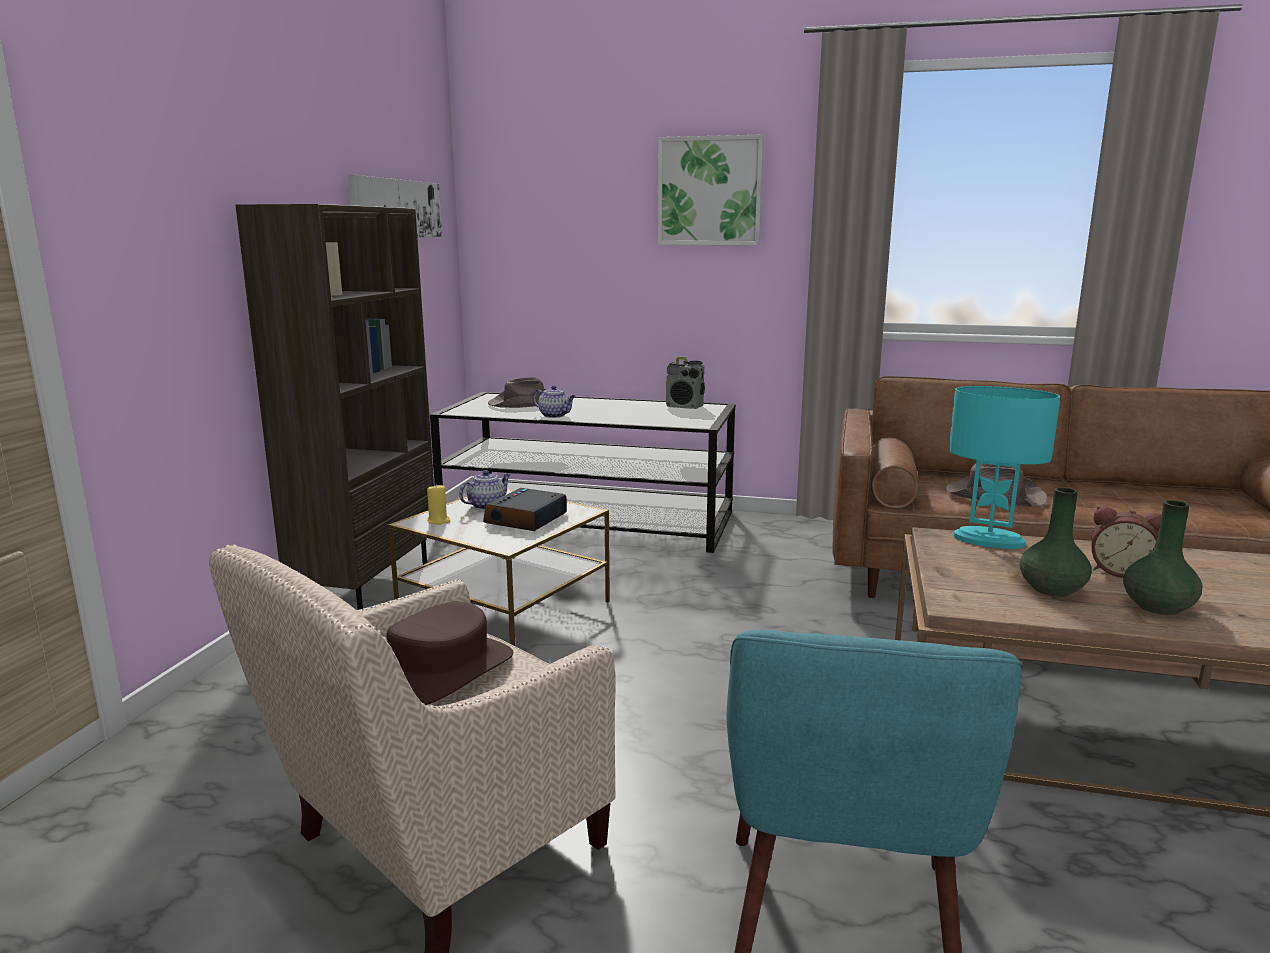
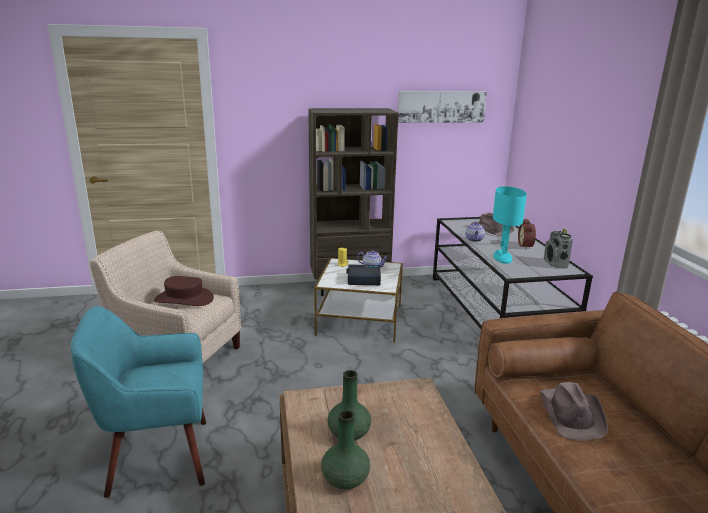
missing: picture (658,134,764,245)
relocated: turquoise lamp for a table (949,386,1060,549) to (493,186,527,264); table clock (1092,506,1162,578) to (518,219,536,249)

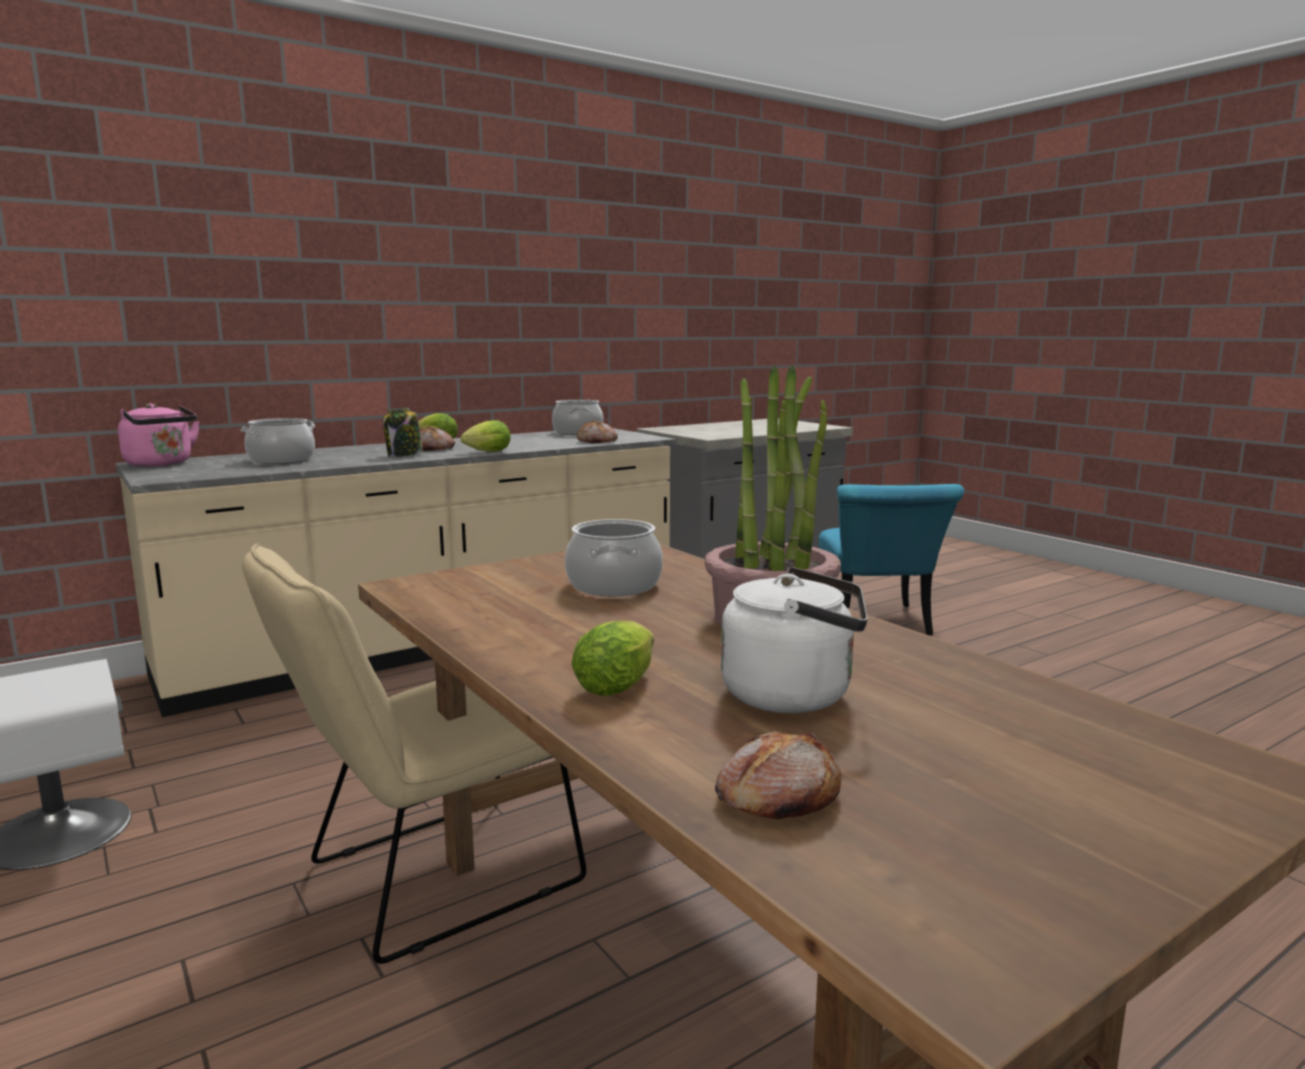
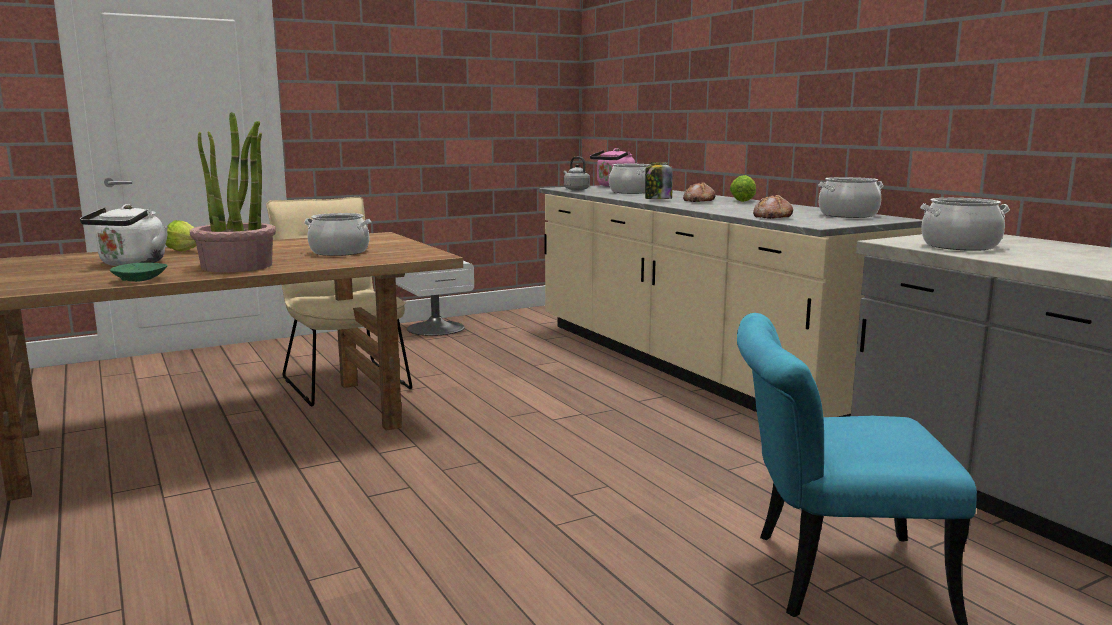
missing: lettuce head (461,420,510,452); bread (715,731,842,819)
appeared: greenish deep dish (110,263,168,282); gray kettle (563,157,590,190); saucepot (920,198,1010,251)

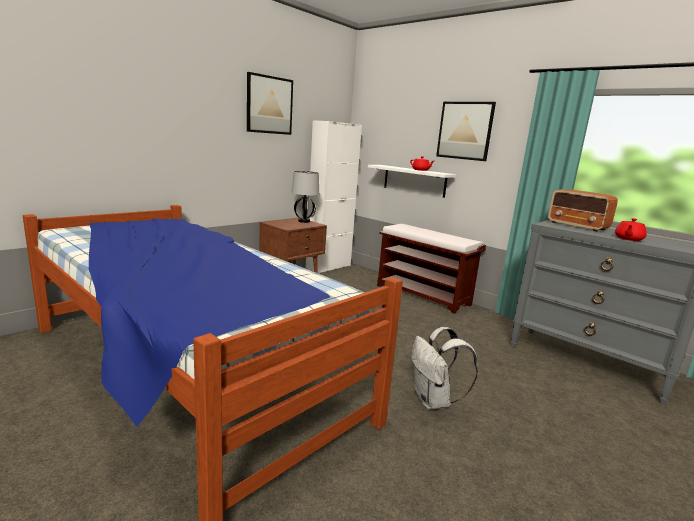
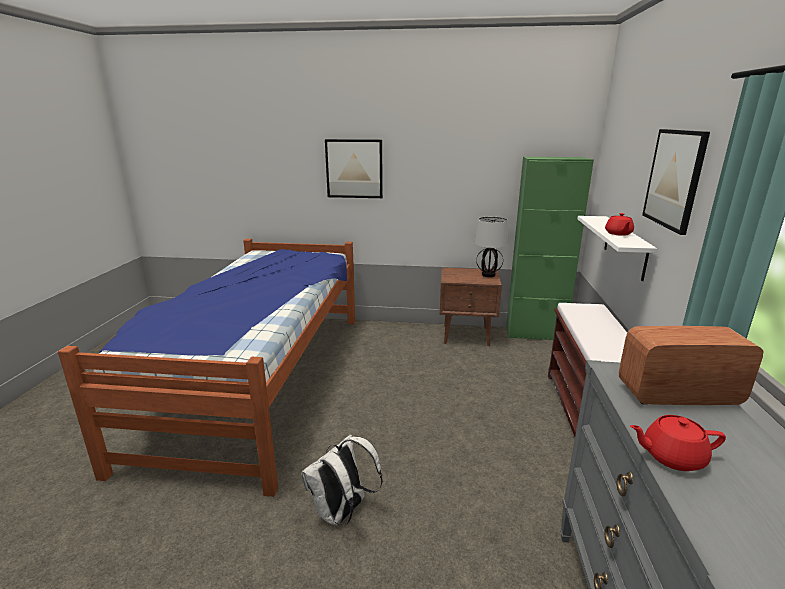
relocated: picture (247,72,293,135) to (325,139,383,198)
colour: whitish storage cabinet (306,120,362,274) to greenish storage cabinet (506,157,594,340)
spun: radio (548,189,618,232) = (619,326,763,405) 75 degrees clockwise

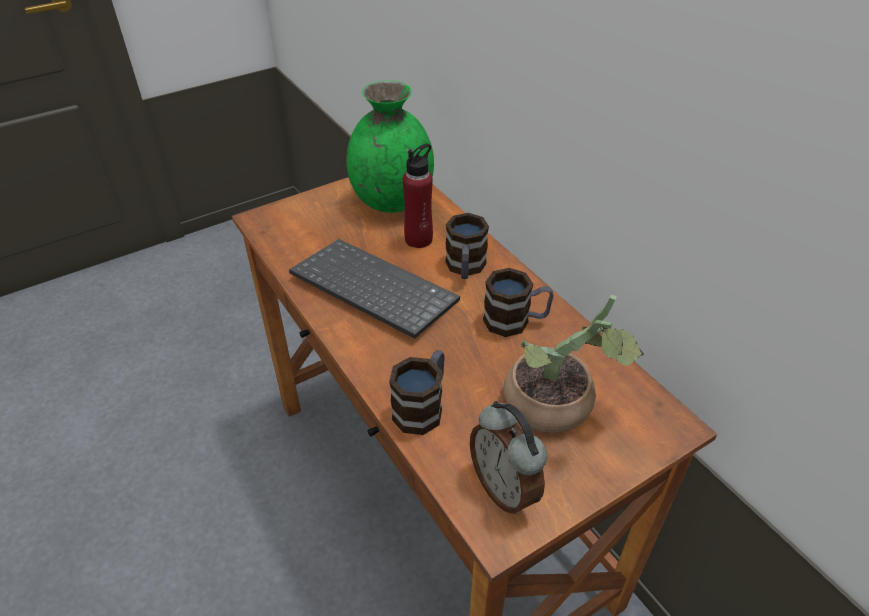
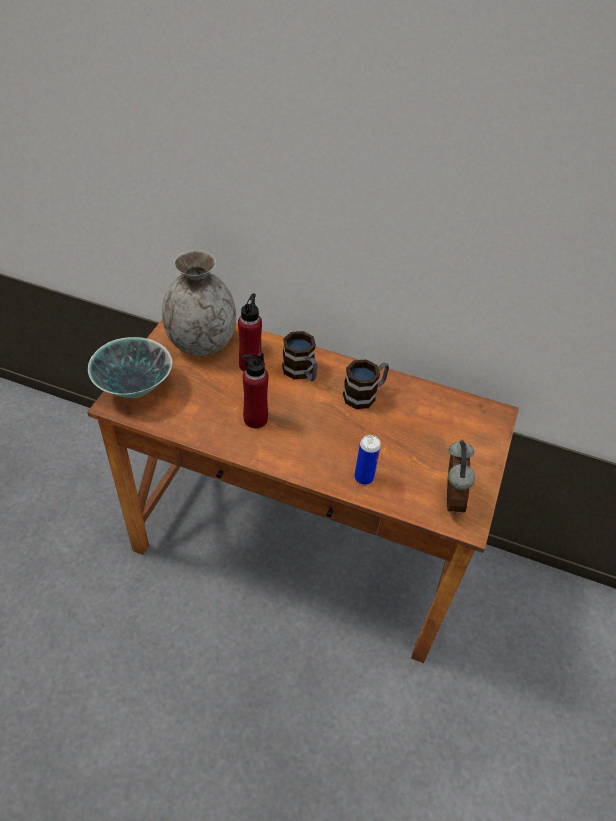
missing: houseplant (504,295,644,433)
appeared: deep dish (88,337,173,398)
exchanged: keyboard (289,239,460,339) to red-coloured drink bottle (241,353,269,428); coffee mug (389,350,445,435) to can (354,435,381,485)
colour: greenish flower vase (346,80,434,213) to gray flower vase (162,250,236,356)
spun: table clock (470,401,547,515) = (447,440,475,515) 105 degrees counterclockwise

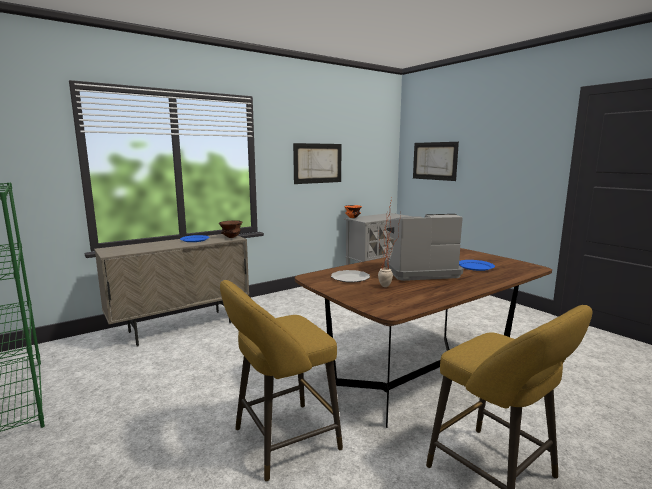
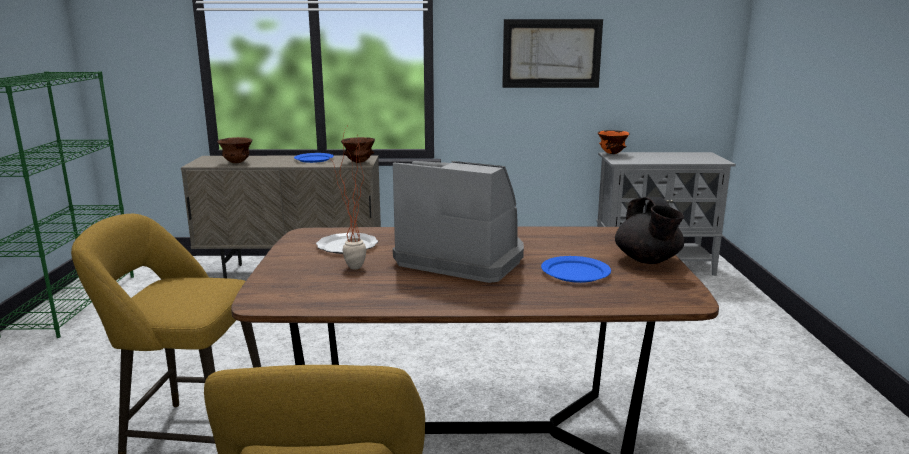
missing: picture (413,142,459,181)
appeared: brown-coloured deep dish (217,137,252,163); black teapot (615,197,684,264)

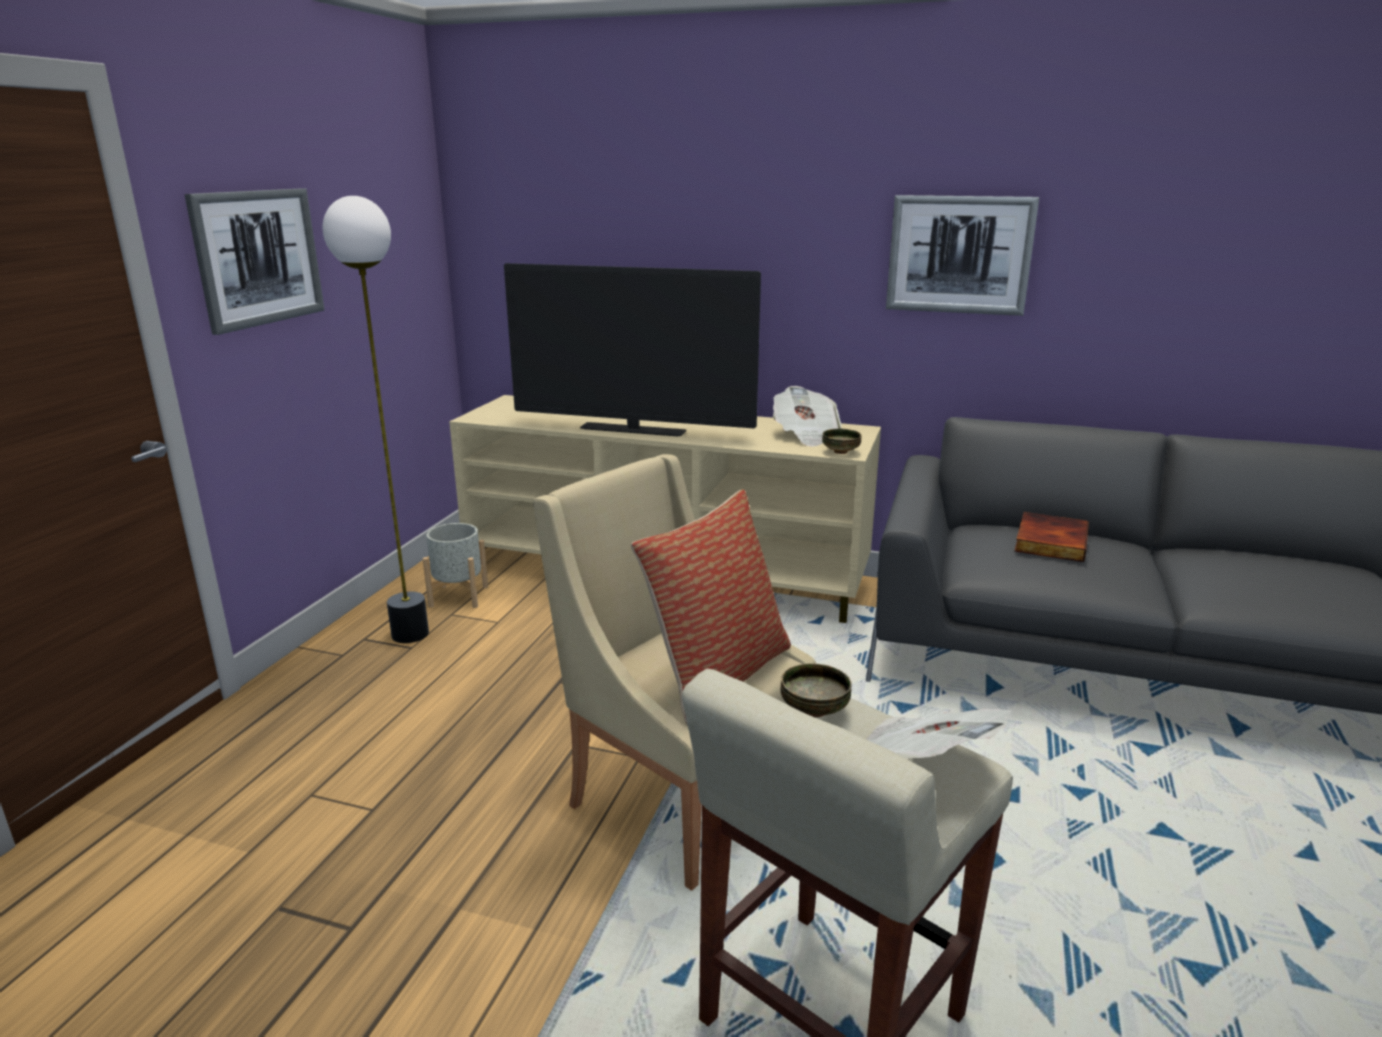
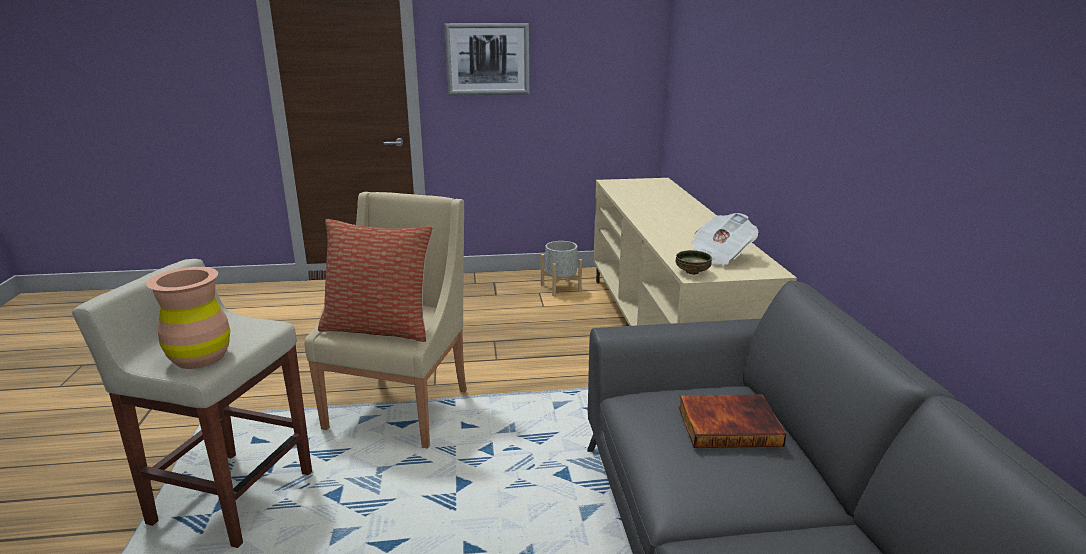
missing: standing lamp (322,196,429,643); television (504,263,761,436); deep dish (781,663,852,717); picture (886,195,1039,316)
exchanged: daily paper (866,709,1013,759) to brown-coloured flower vase (146,267,230,369)

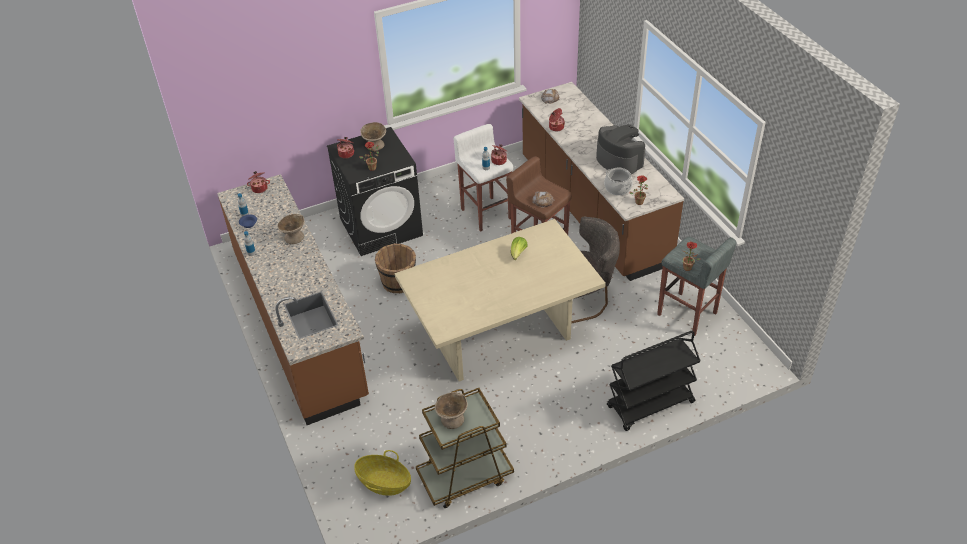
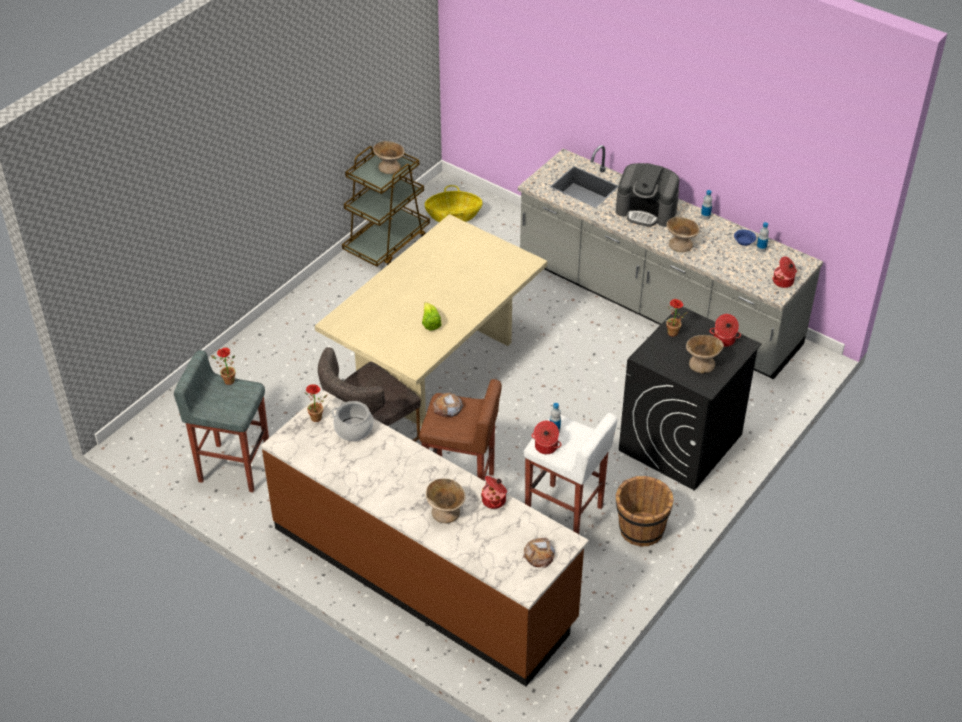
missing: black trolley (607,331,701,431)
appeared: beige-coloured deep dish (426,479,466,523)
relocated: brown-coloured water bucket (375,244,416,293) to (616,476,674,547); coffee brewer (596,124,645,175) to (616,163,679,227)
colour: brown-coloured kitchen counter (217,174,369,425) to gray kitchen counter (518,145,823,379)

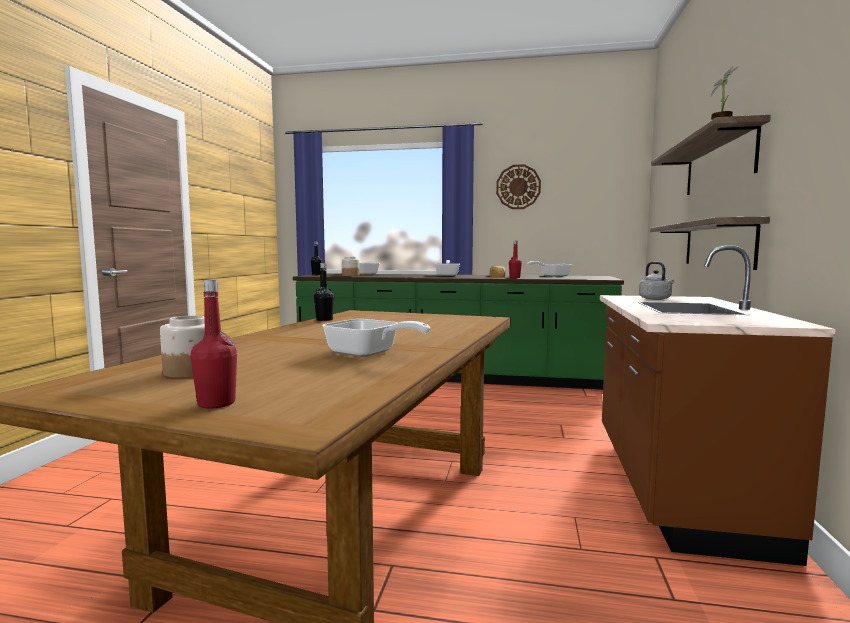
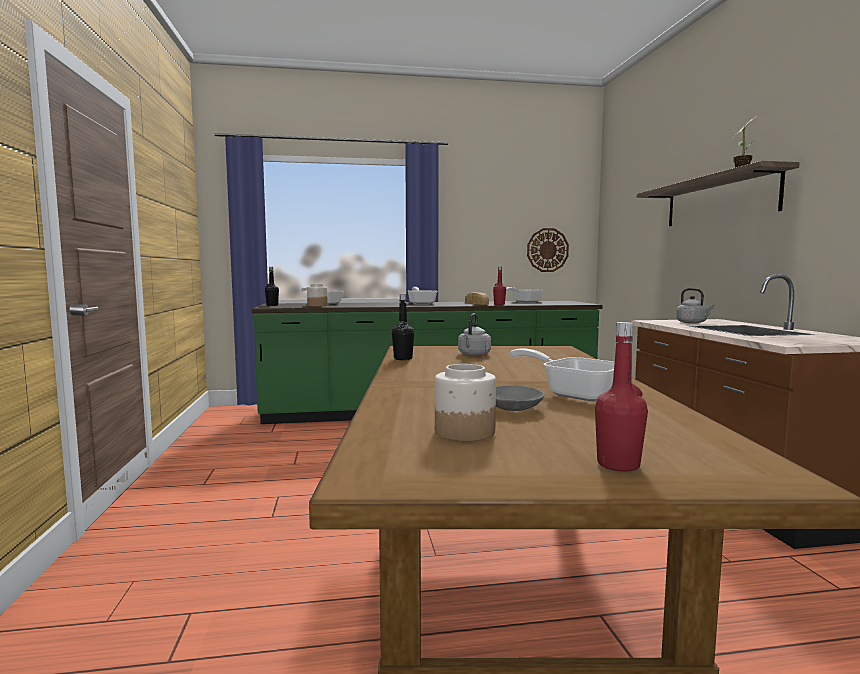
missing: wall shelf (650,217,770,270)
appeared: gray kettle (458,313,491,356); gray deep dish (496,385,545,411)
relocated: hanging clock (496,164,541,209) to (527,228,569,272)
spun: pan (322,319,430,357) = (510,348,615,401) 150 degrees counterclockwise

